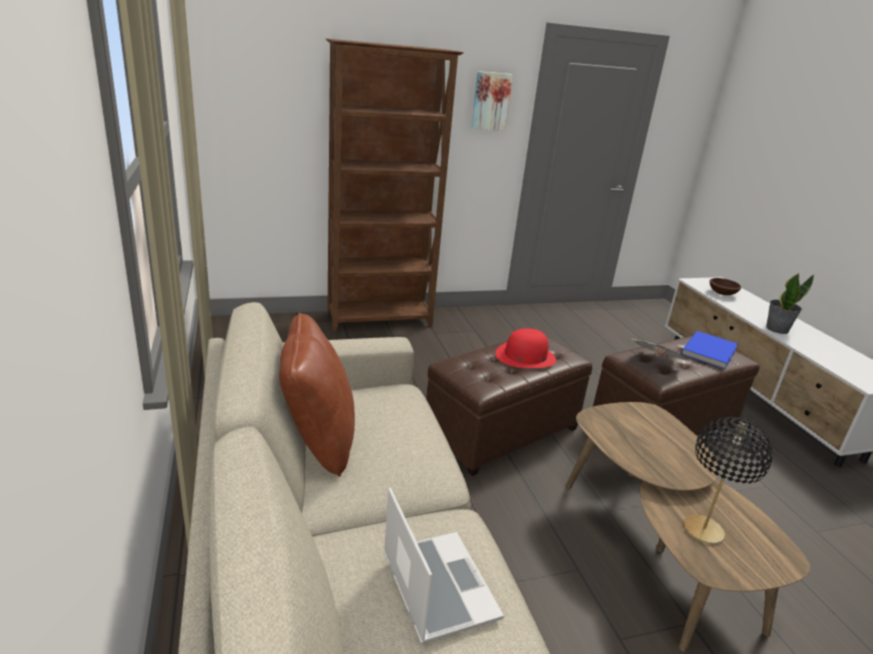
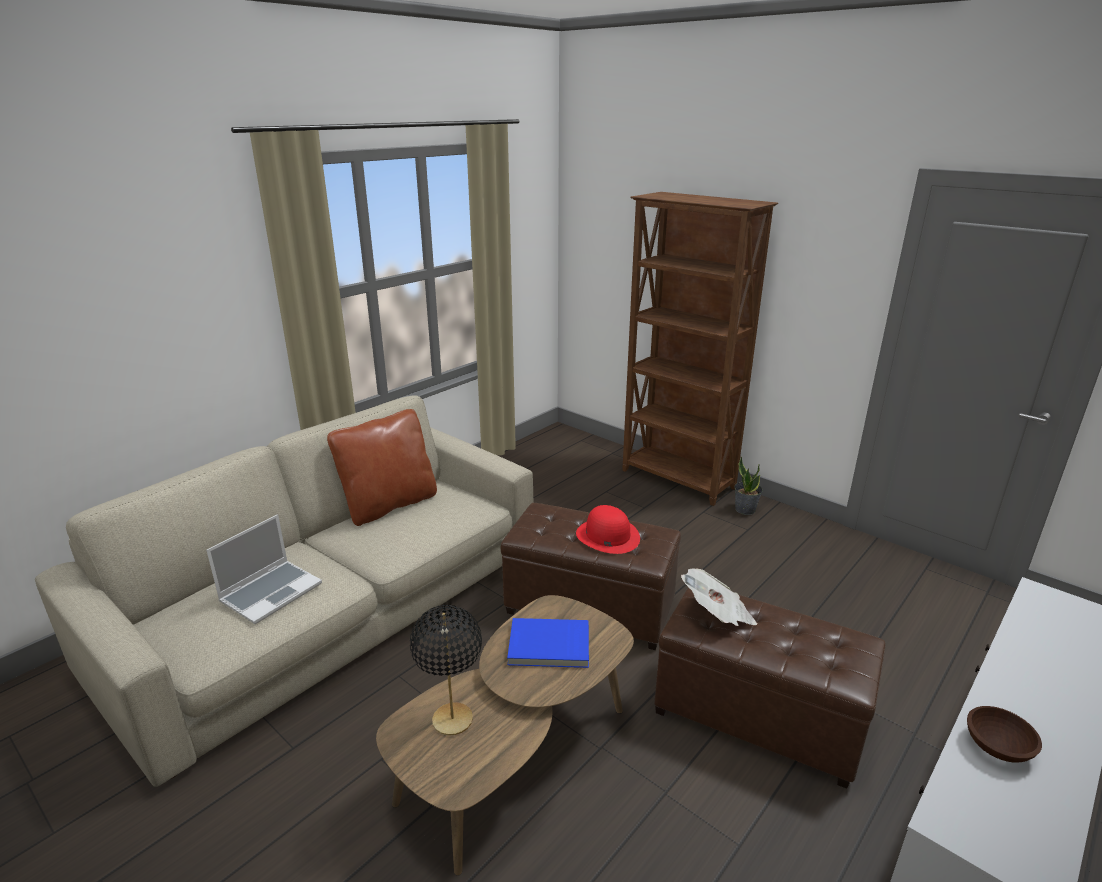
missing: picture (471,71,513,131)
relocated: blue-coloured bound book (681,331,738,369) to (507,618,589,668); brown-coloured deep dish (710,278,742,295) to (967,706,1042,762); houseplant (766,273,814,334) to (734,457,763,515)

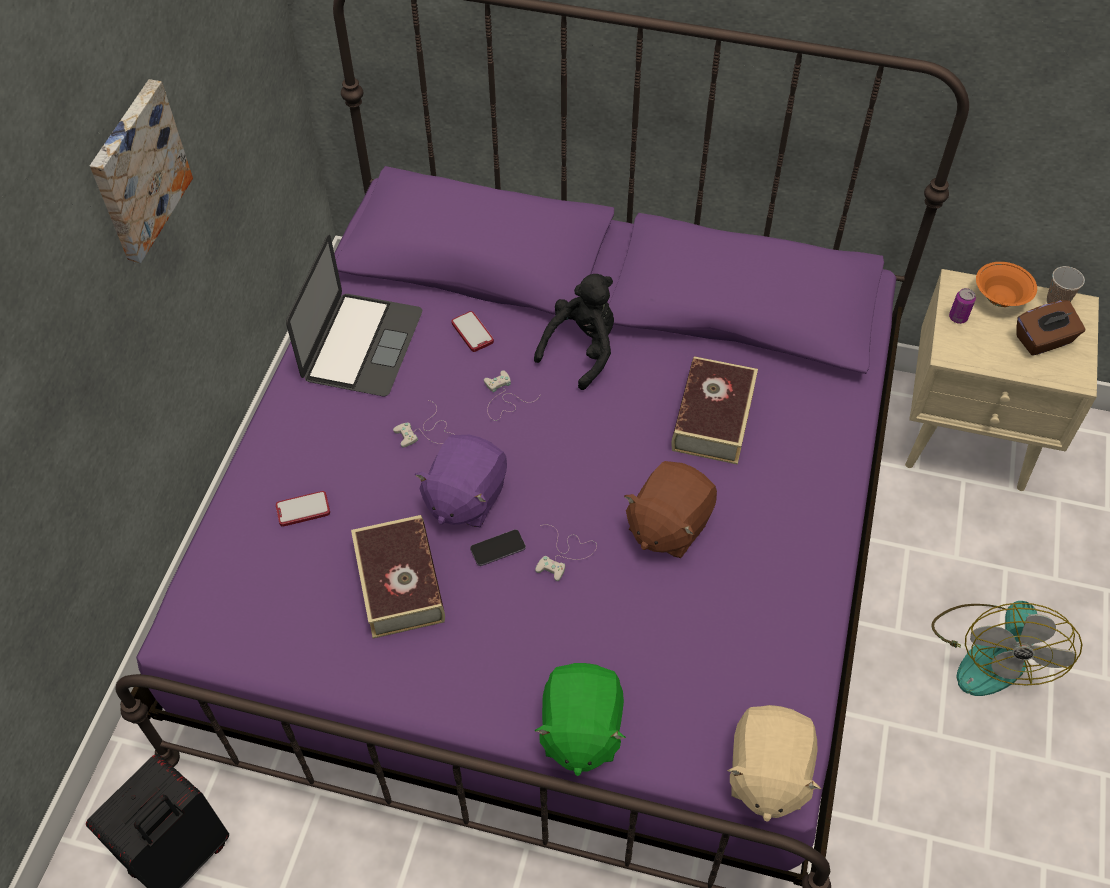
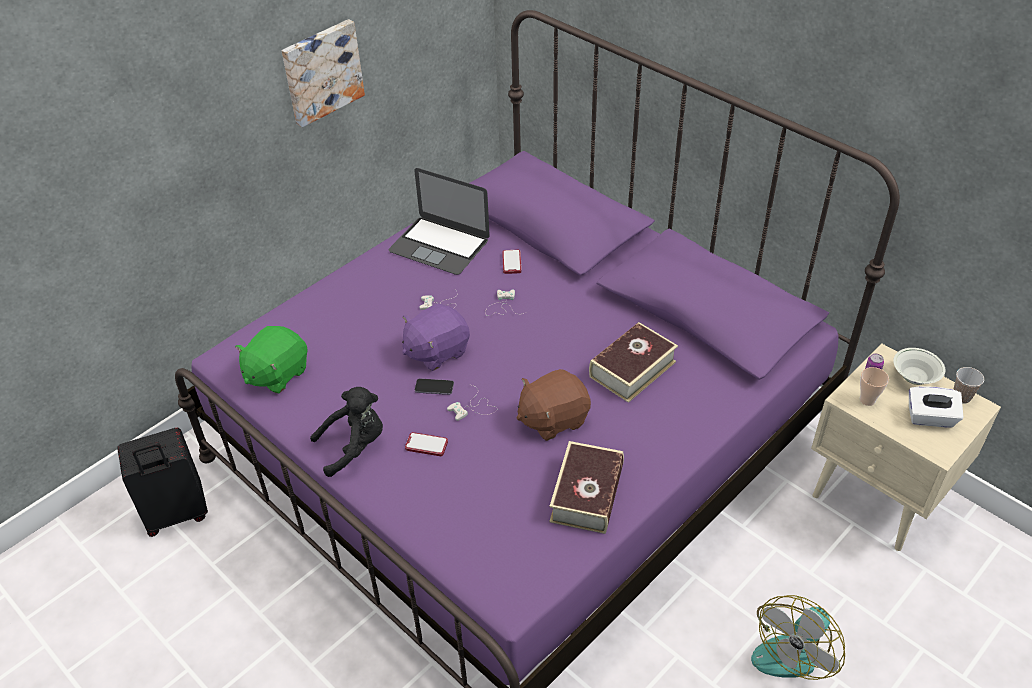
missing: beige-coloured cuddly toy (727,705,821,822)
appeared: cup (860,367,889,406)
relocated: telephone (276,491,330,527) to (405,432,448,456); bound book (351,515,445,638) to (549,441,624,534); black cuddly toy (534,274,614,390) to (310,387,383,477); greenish cuddly toy (534,663,626,776) to (235,326,308,393)
colour: orangey deep dish (976,262,1037,307) to whitish deep dish (893,348,945,385); brown-coloured box of tissues (1016,300,1085,356) to whitish box of tissues (909,386,963,428)
spun: laptop (286,235,422,396) = (389,168,490,275) 75 degrees clockwise

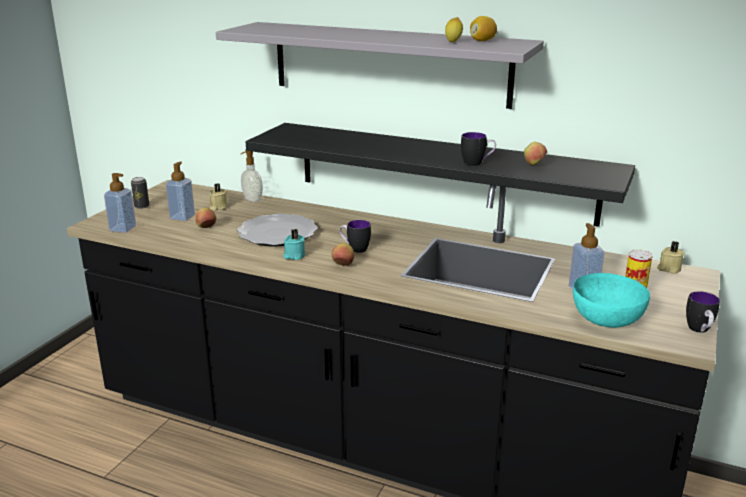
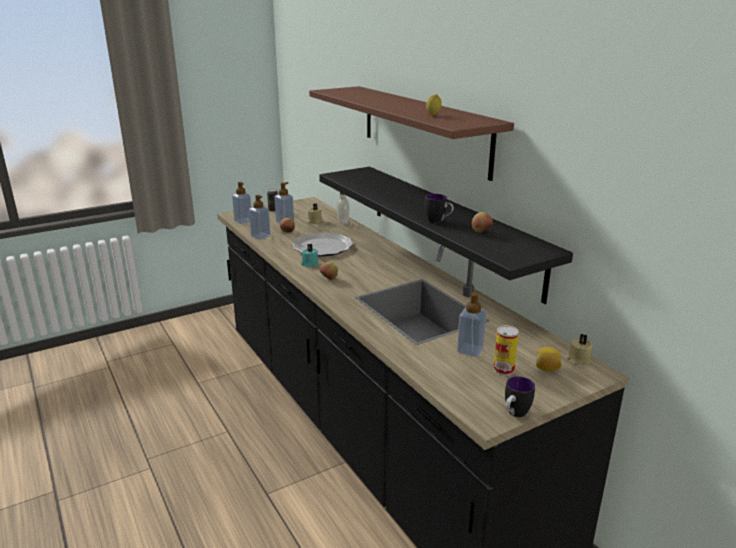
missing: coffee mug (339,220,371,253); turquoise deep dish (573,273,650,328)
appeared: soap dispenser (249,195,271,240)
relocated: lemon (470,16,497,41) to (536,347,562,371)
colour: gray wall shelf (216,22,544,109) to brown-coloured wall shelf (309,86,514,181)

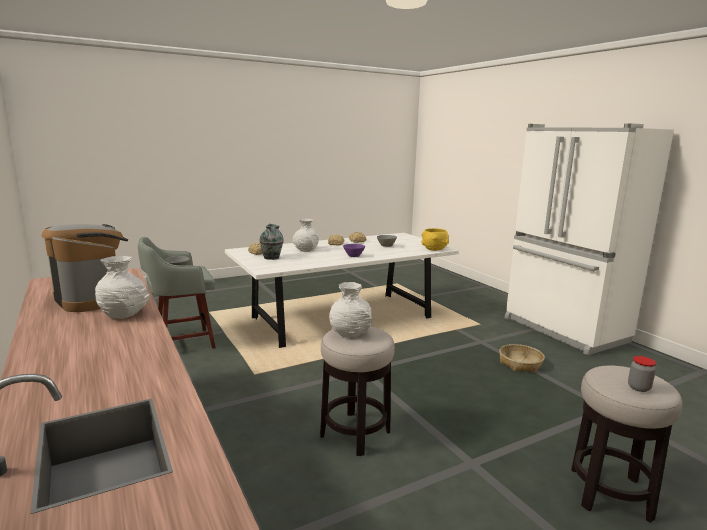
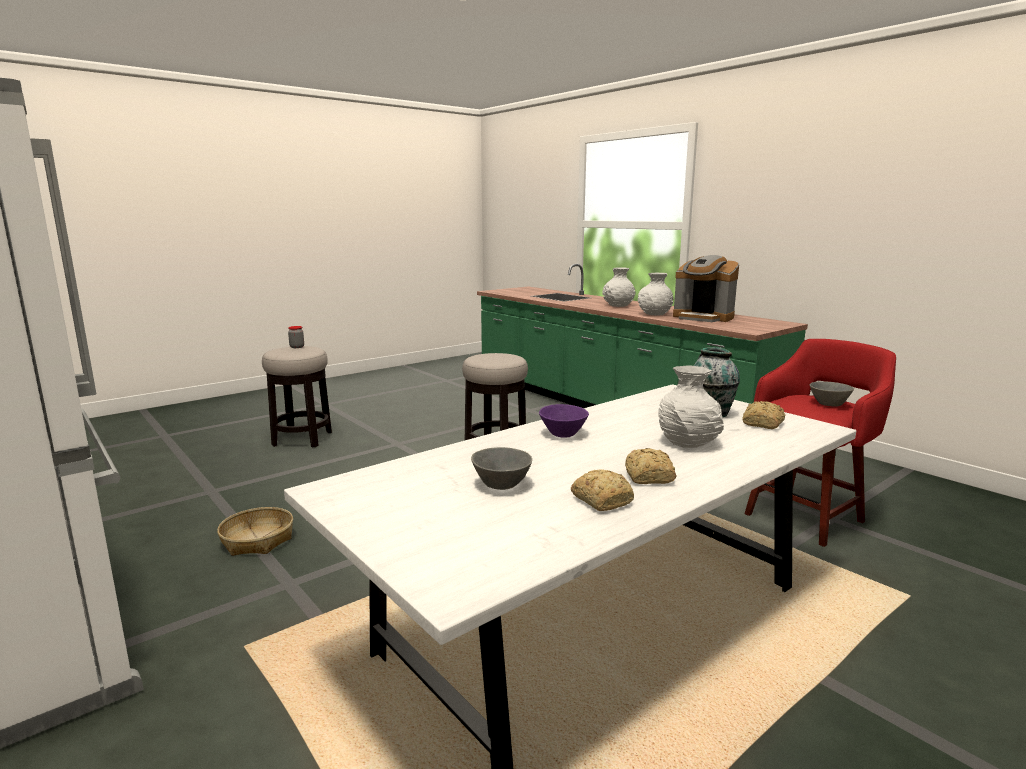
missing: yellow-coloured deep dish (421,228,449,251)
relocated: whitish flower vase (329,282,372,338) to (602,267,635,307)
colour: gray sitting stool (138,237,216,349) to red-coloured sitting stool (745,339,896,547)

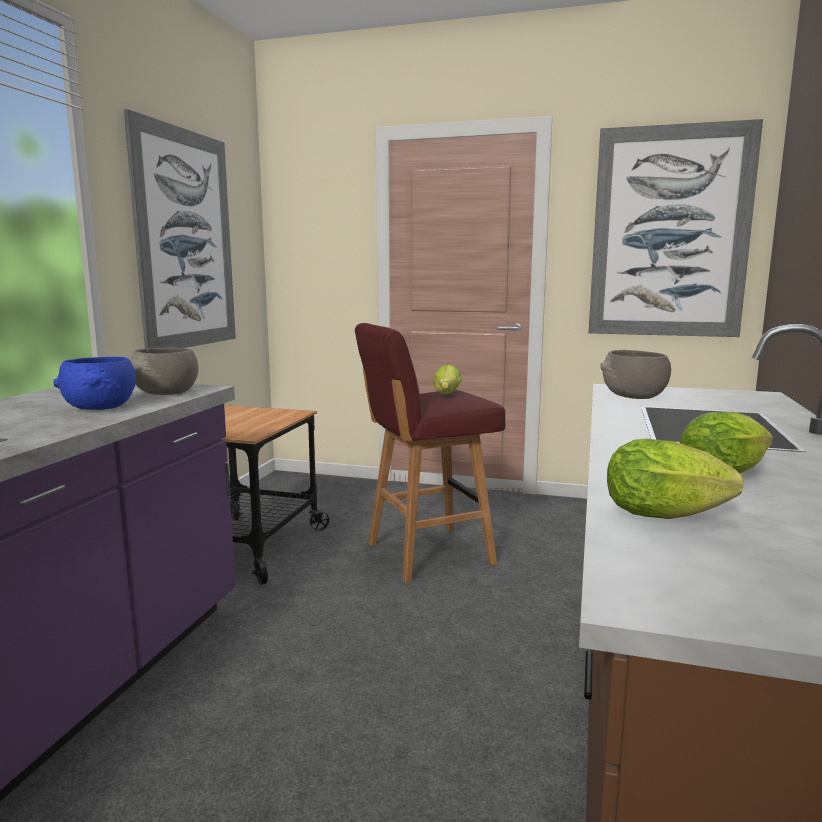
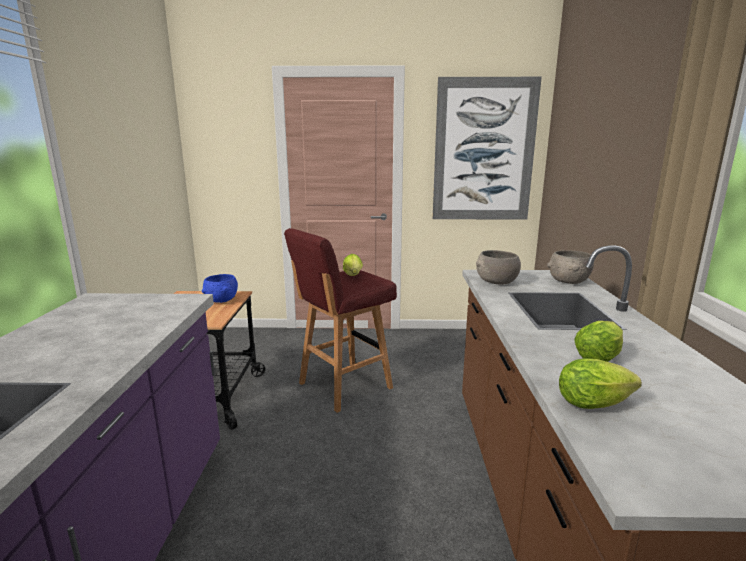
missing: picture (124,109,236,349)
relocated: blue-coloured deep dish (53,357,136,410) to (202,274,238,303); gray deep dish (131,348,198,395) to (547,250,594,284)

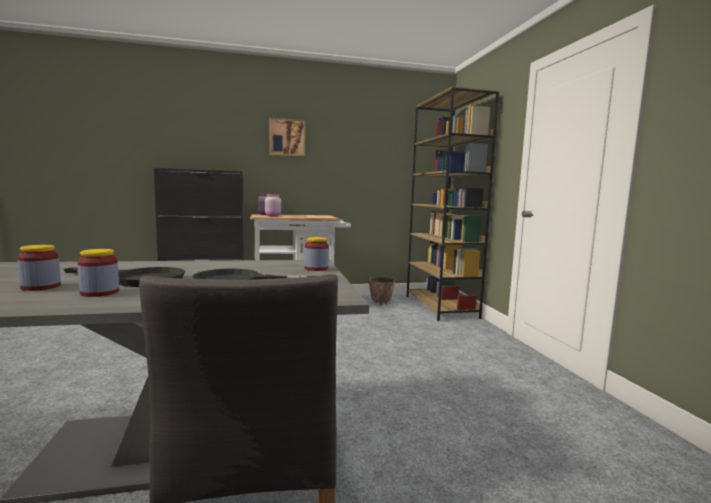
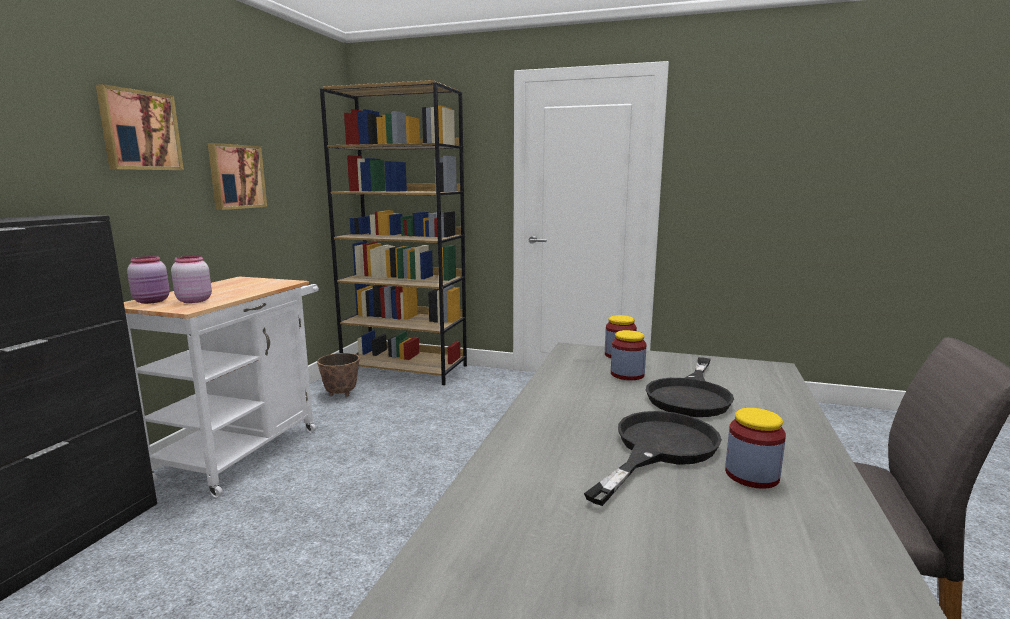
appeared: picture (208,143,267,210)
relocated: jar (17,245,61,291) to (611,330,647,380)

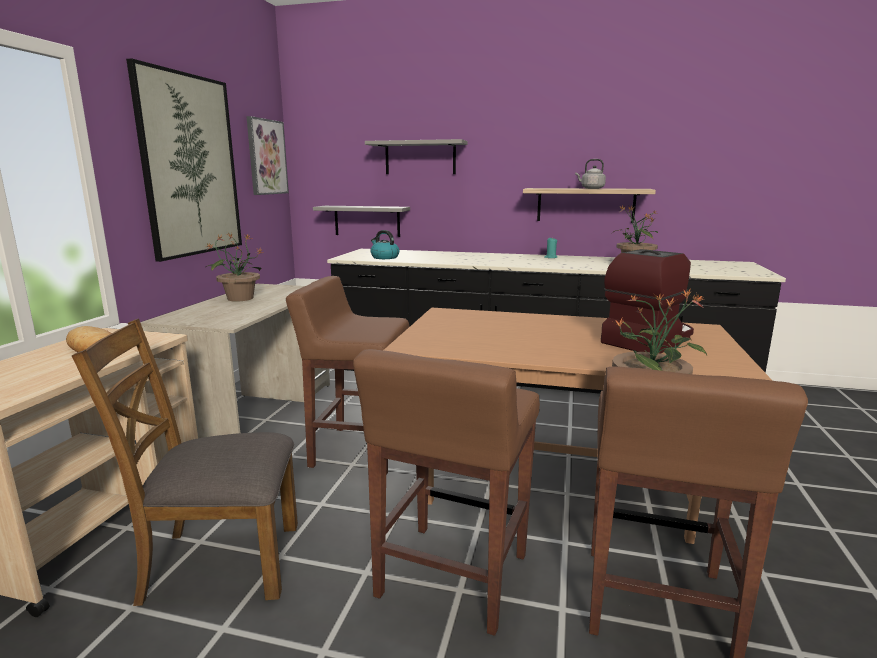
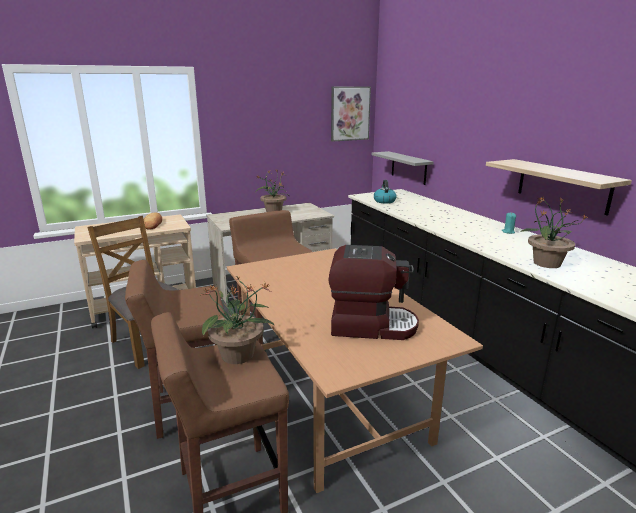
missing: picture (126,58,242,262); gray wall shelf (365,139,468,174); gray kettle (575,159,606,189)

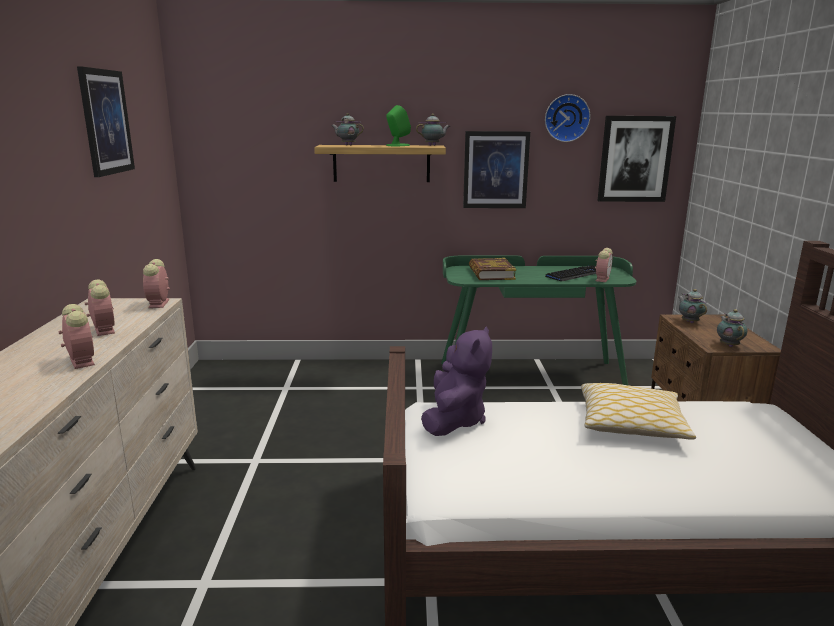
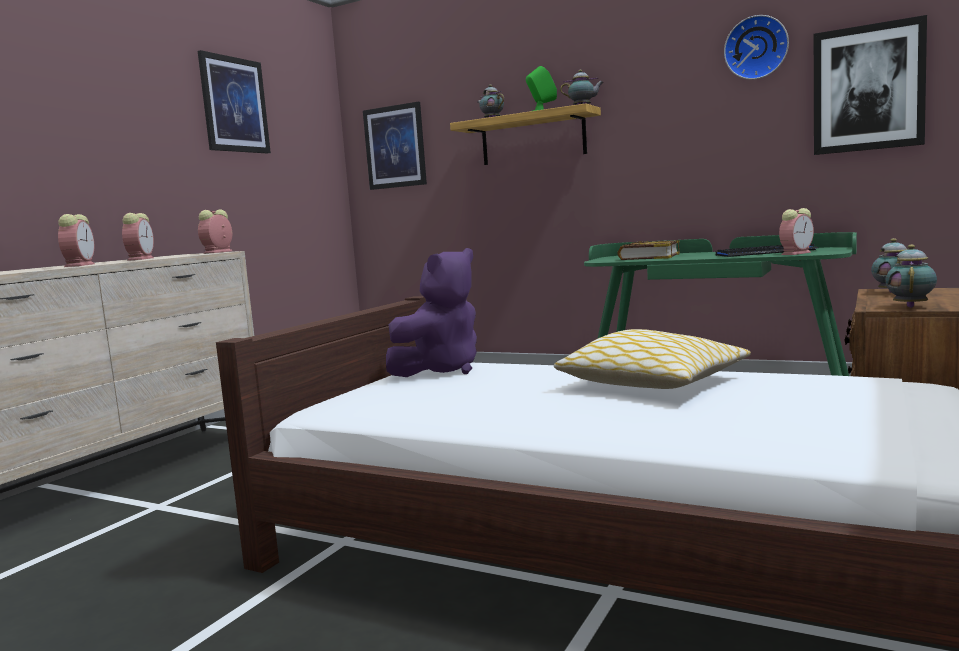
relocated: picture (463,131,530,208) to (363,102,427,190)

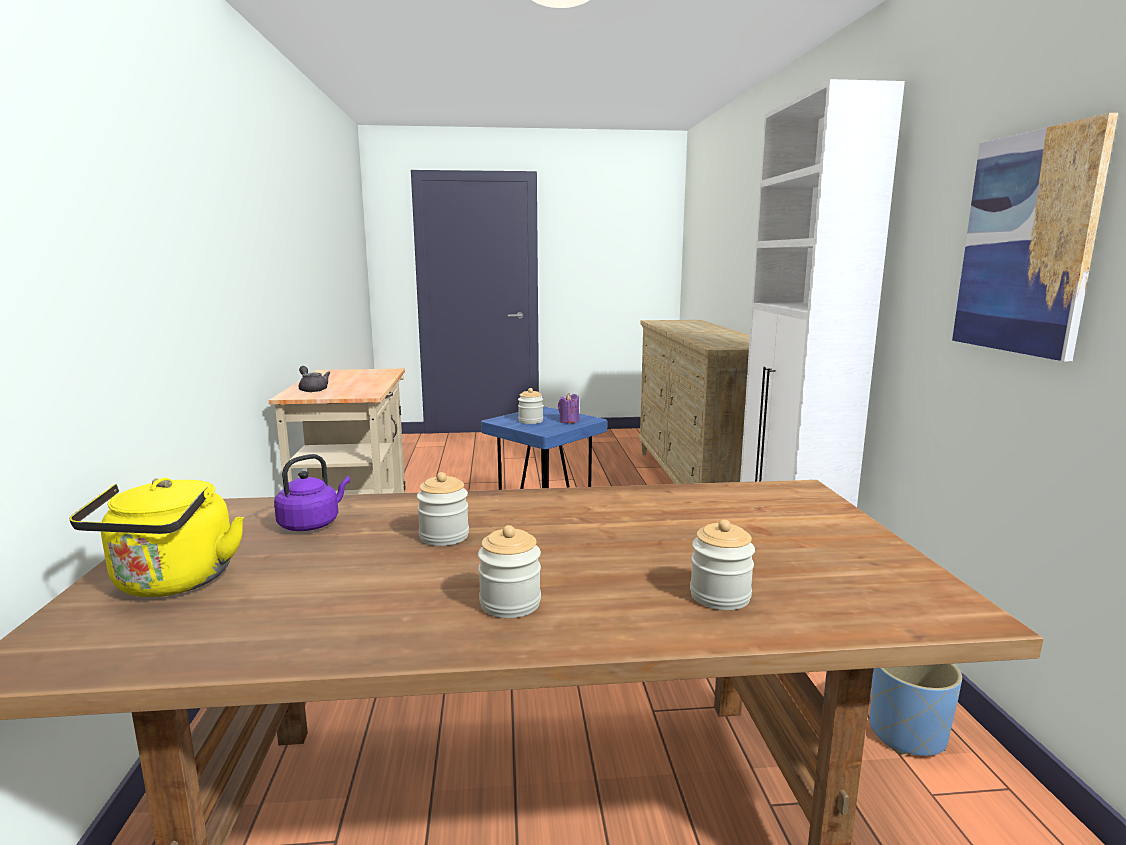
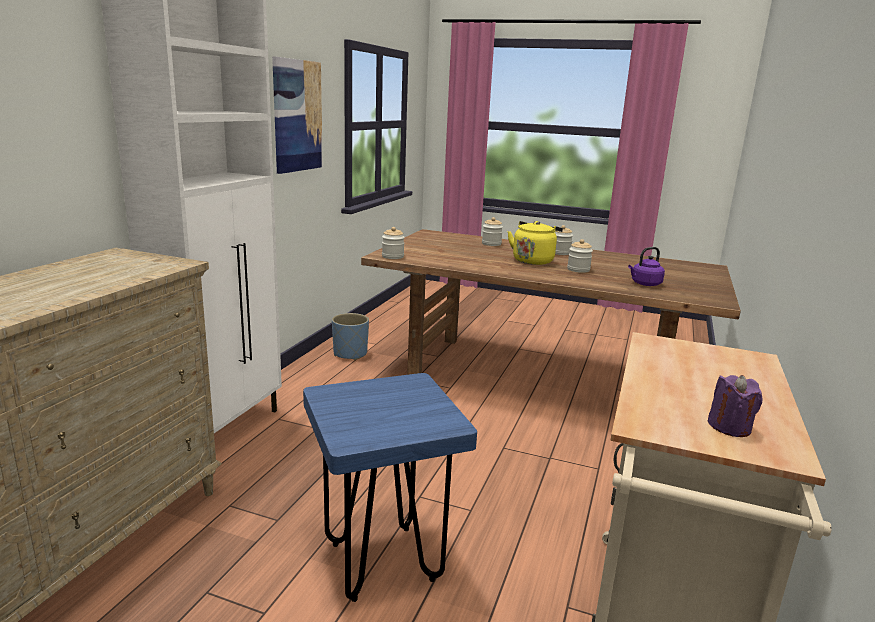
missing: gray teapot (298,366,330,392)
relocated: yellow-coloured kettle (70,478,244,597) to (507,221,563,265); jar (518,388,543,424) to (382,227,405,259); purplish wax candle (558,393,580,424) to (707,375,762,437)

